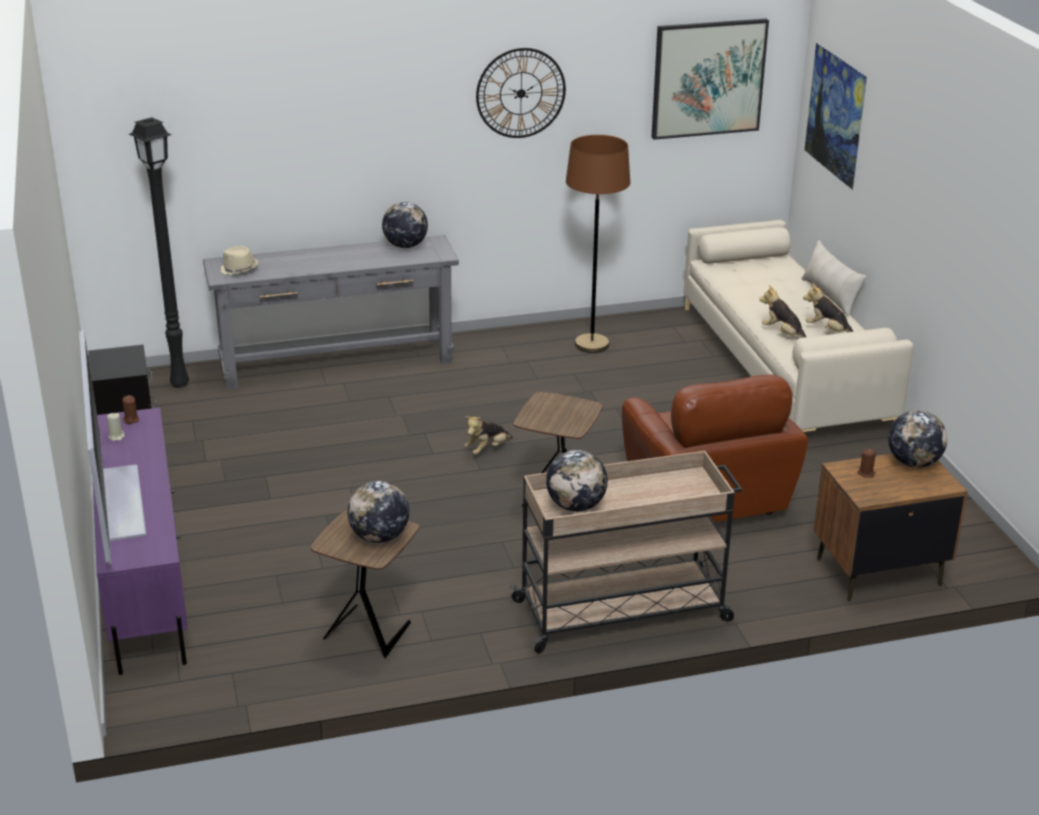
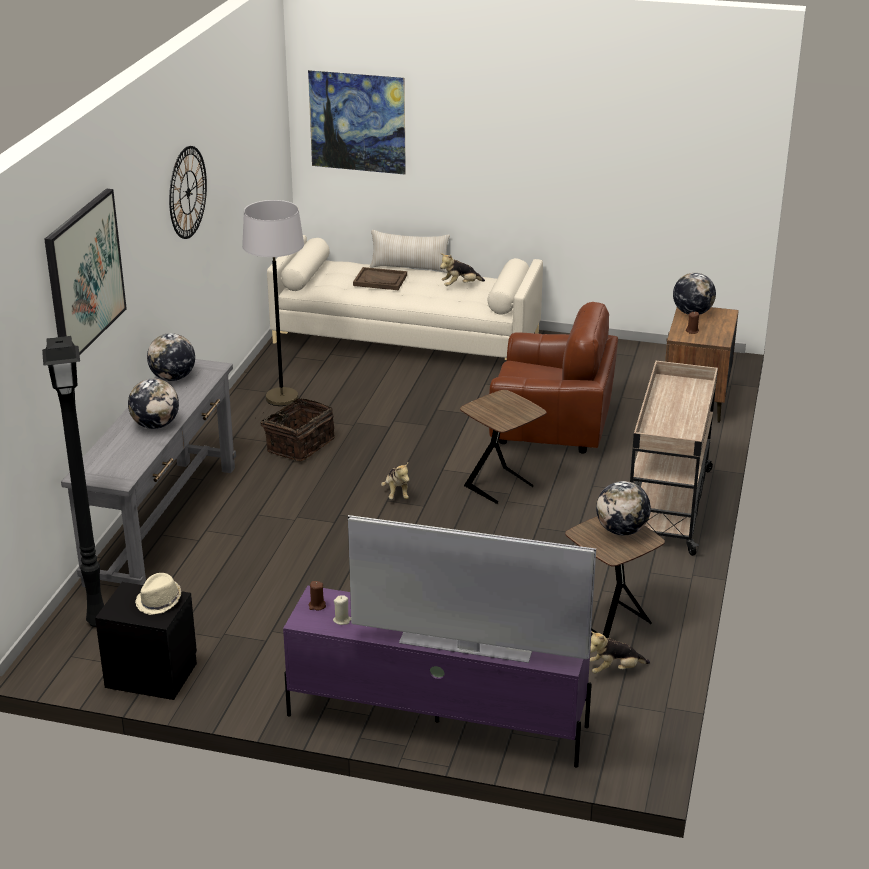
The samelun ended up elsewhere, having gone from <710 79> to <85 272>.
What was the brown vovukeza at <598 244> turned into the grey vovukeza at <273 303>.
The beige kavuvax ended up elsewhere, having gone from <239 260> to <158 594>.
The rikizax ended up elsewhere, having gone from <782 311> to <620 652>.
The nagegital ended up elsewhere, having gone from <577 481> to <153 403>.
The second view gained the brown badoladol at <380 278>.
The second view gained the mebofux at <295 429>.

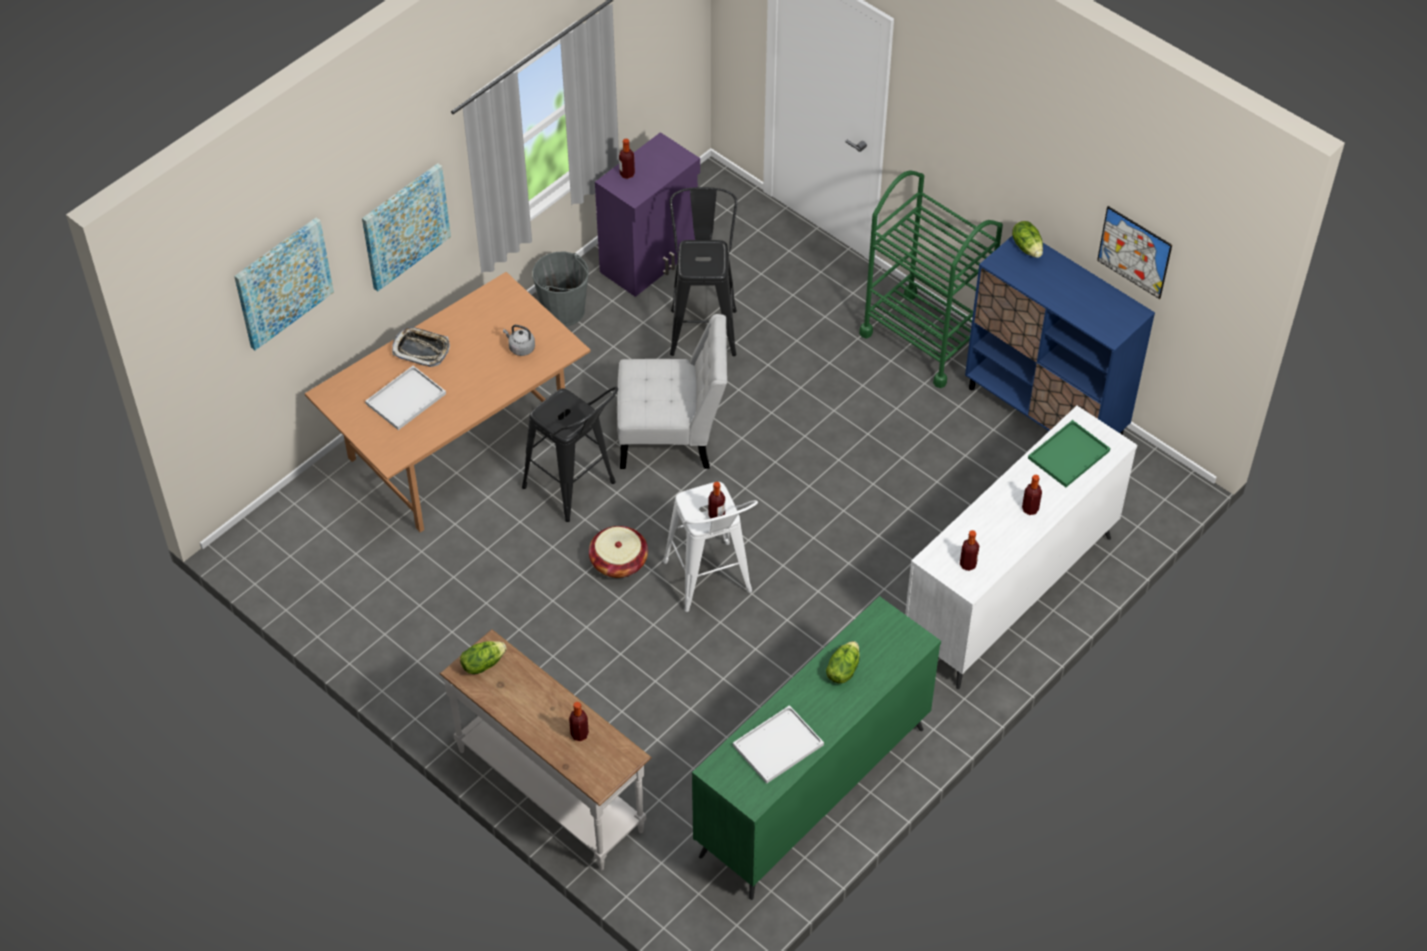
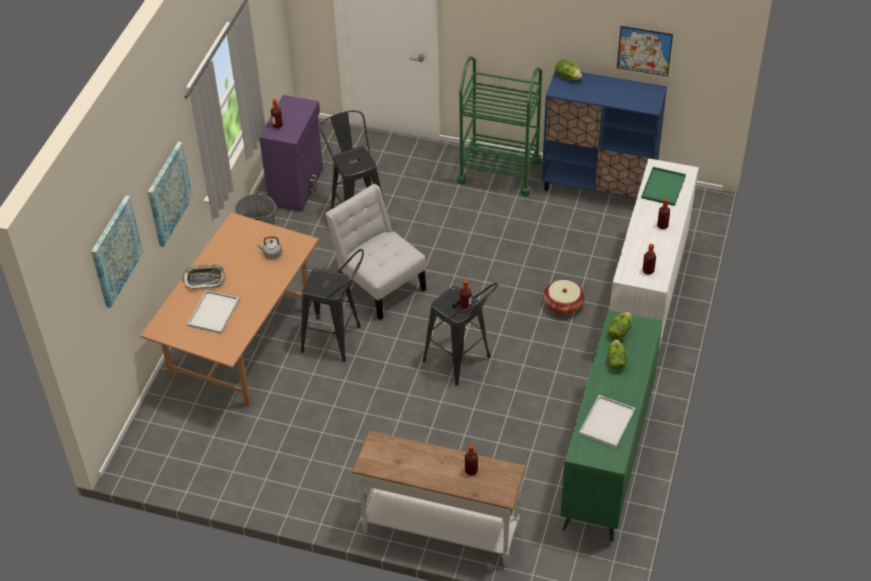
The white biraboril at <672 391> ended up facing another way, 105 degrees counterclockwise from before.
What was the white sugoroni at <710 547> turned into the black sugoroni at <460 334>.
The mebofux ended up elsewhere, having gone from <618 552> to <564 297>.
The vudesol ended up elsewhere, having gone from <483 657> to <620 325>.

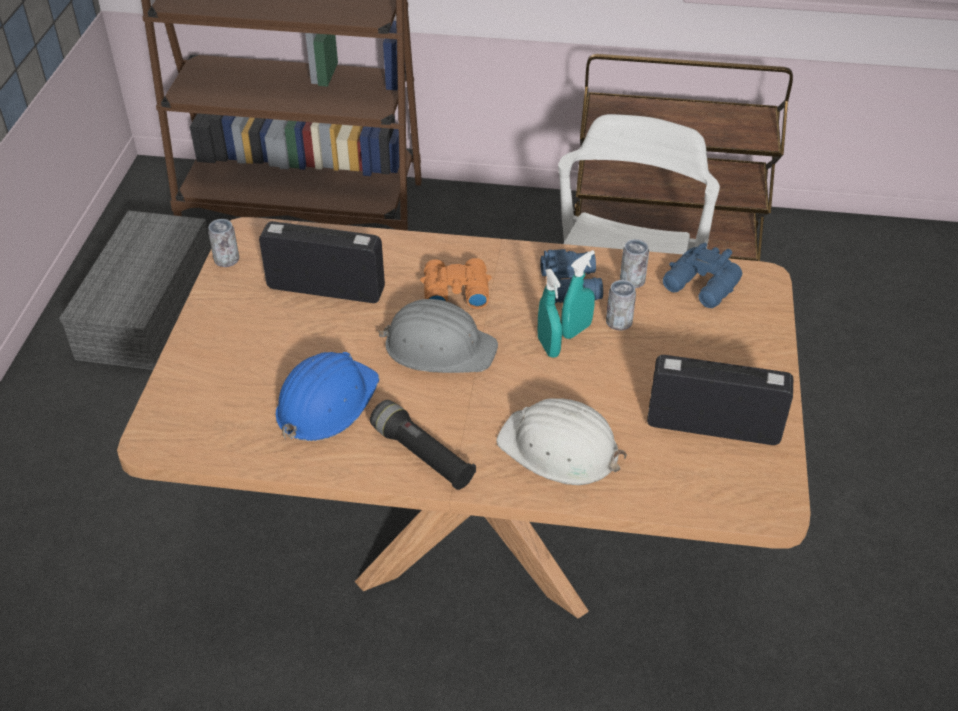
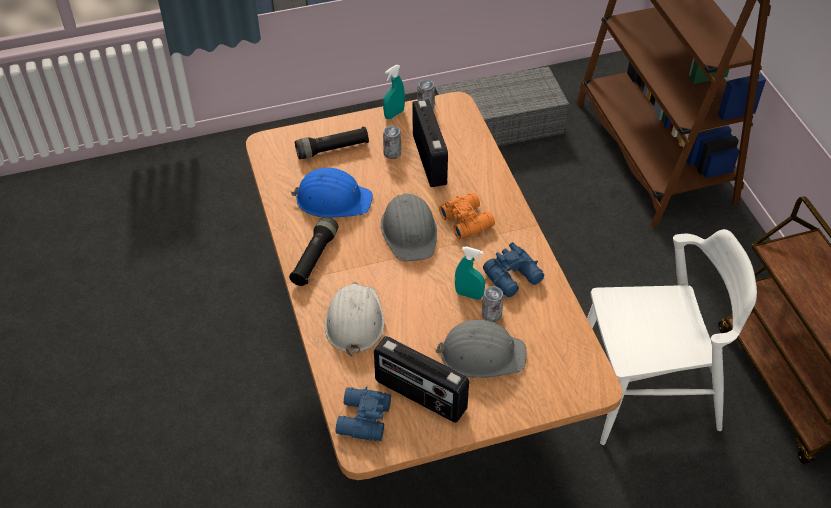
The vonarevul ended up elsewhere, having gone from <634 263> to <392 142>.
The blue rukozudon ended up elsewhere, having gone from <702 275> to <363 413>.
The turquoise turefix ended up elsewhere, having gone from <550 313> to <394 92>.
The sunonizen at <720 400> ended up facing another way, 135 degrees clockwise from before.
The second view gained the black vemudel at <332 143>.
The second view gained the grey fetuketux at <481 349>.

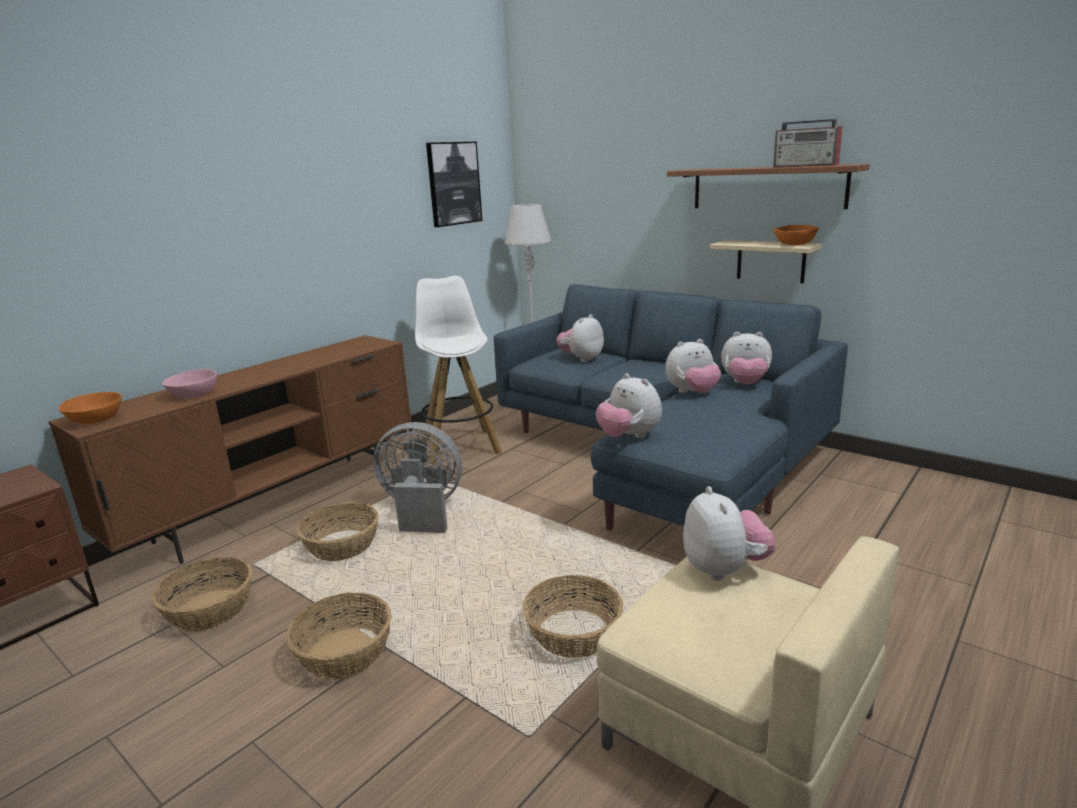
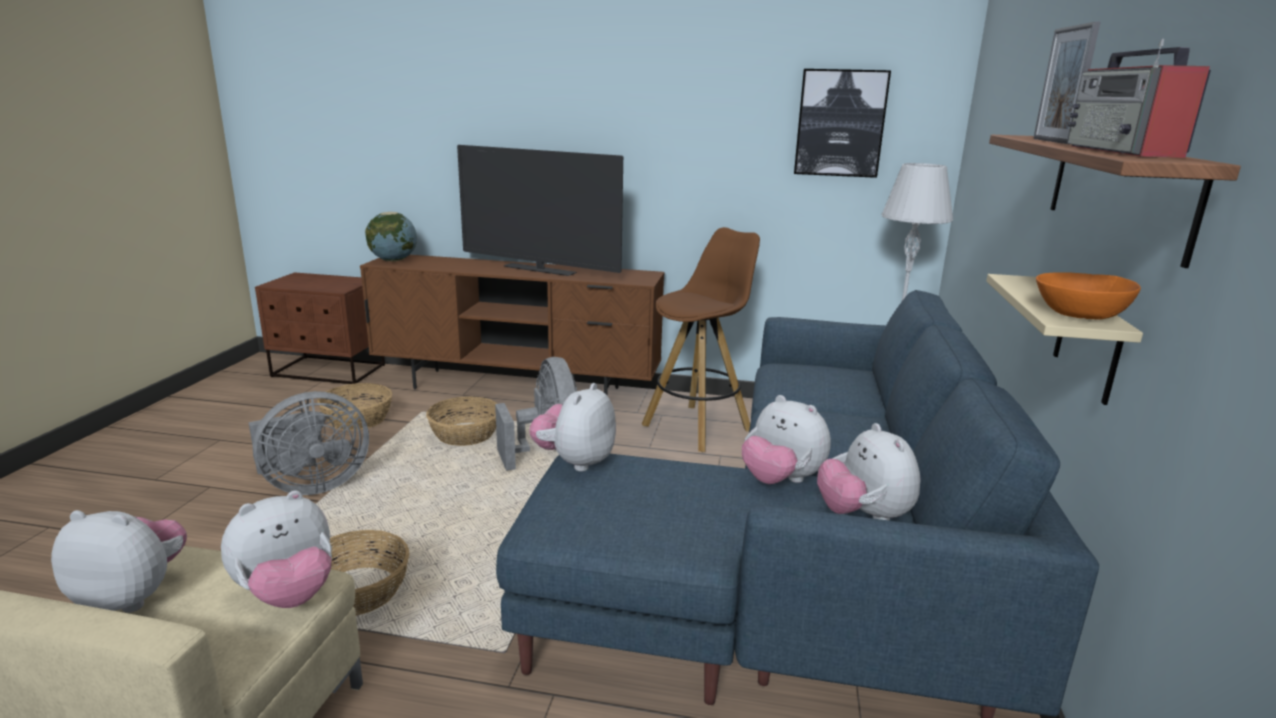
What was the white sugoroni at <458 370> turned into the brown sugoroni at <701 339>.
The rikizax ended up elsewhere, having gone from <580 338> to <119 561>.
The second view lost the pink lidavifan at <189 383>.
Where the orange lidavifan stood at <90 408>, the nagegital came to stand at <391 237>.
Where the mebofux stood at <339 636>, the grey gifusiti came to stand at <309 443>.
The second view gained the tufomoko at <1066 83>.
The second view gained the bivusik at <540 210>.

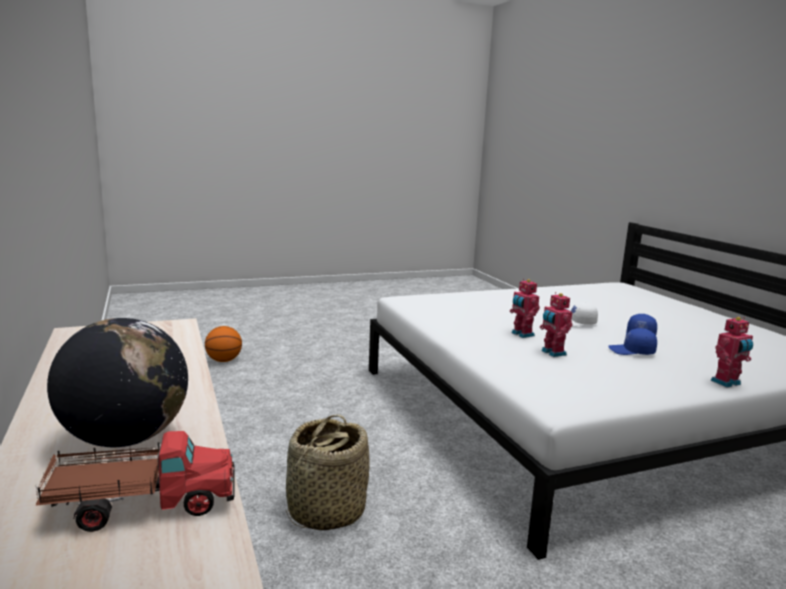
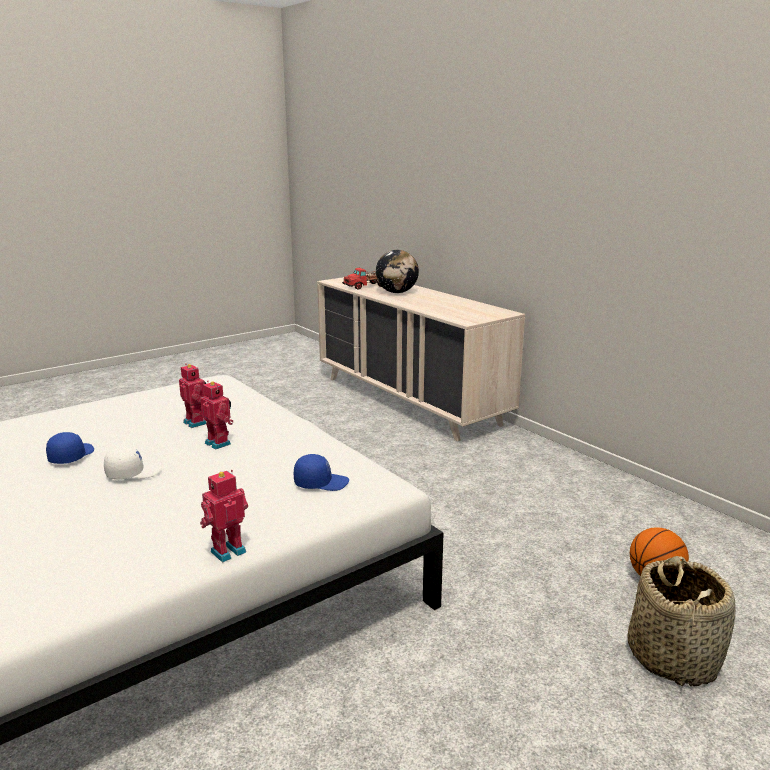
The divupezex ended up elsewhere, having gone from <731 352> to <224 516>.
The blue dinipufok ended up elsewhere, having gone from <632 341> to <321 472>.
The mebofux ended up elsewhere, having gone from <327 472> to <681 621>.

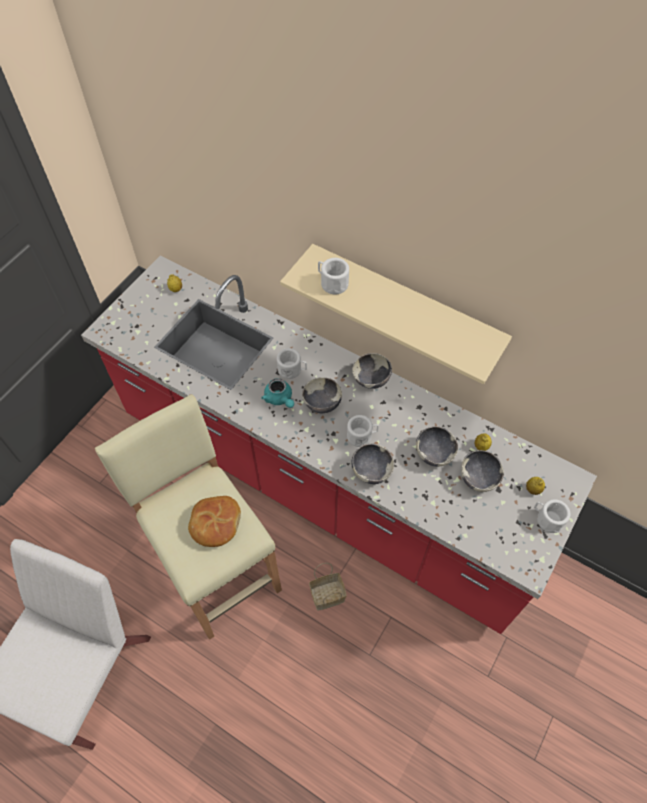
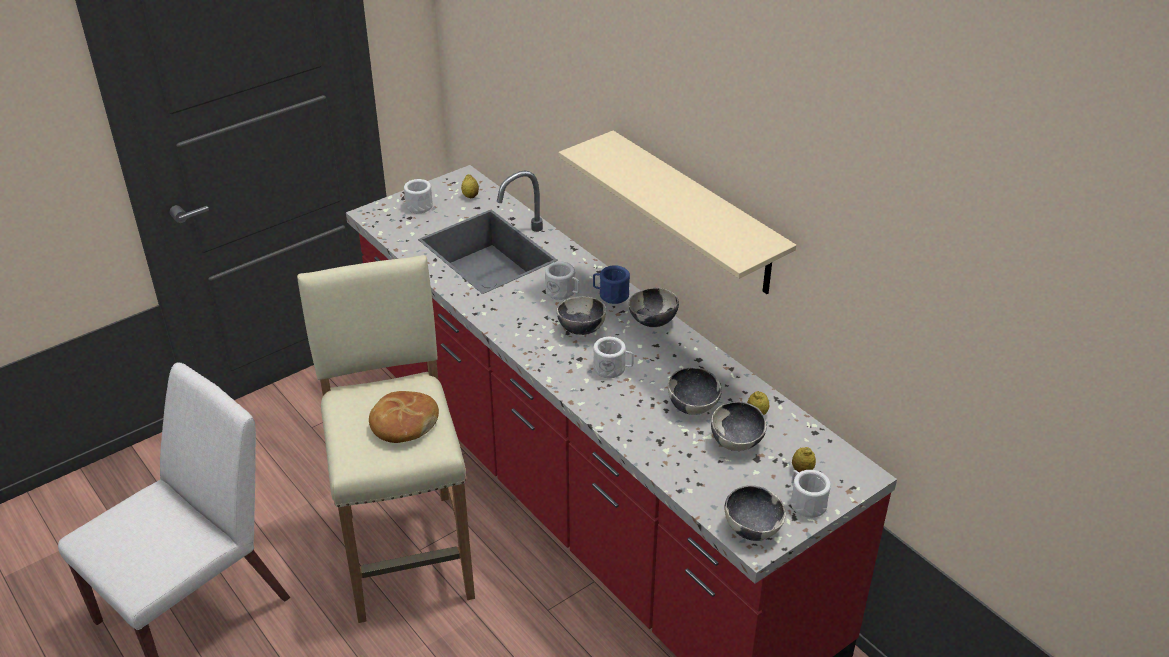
The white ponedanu ended up elsewhere, having gone from <333 276> to <418 196>.
The second view lost the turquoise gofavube at <277 393>.
The lidavifan ended up elsewhere, having gone from <372 463> to <755 513>.
The second view lost the mebofux at <328 587>.
The second view gained the blue ponedanu at <611 284>.

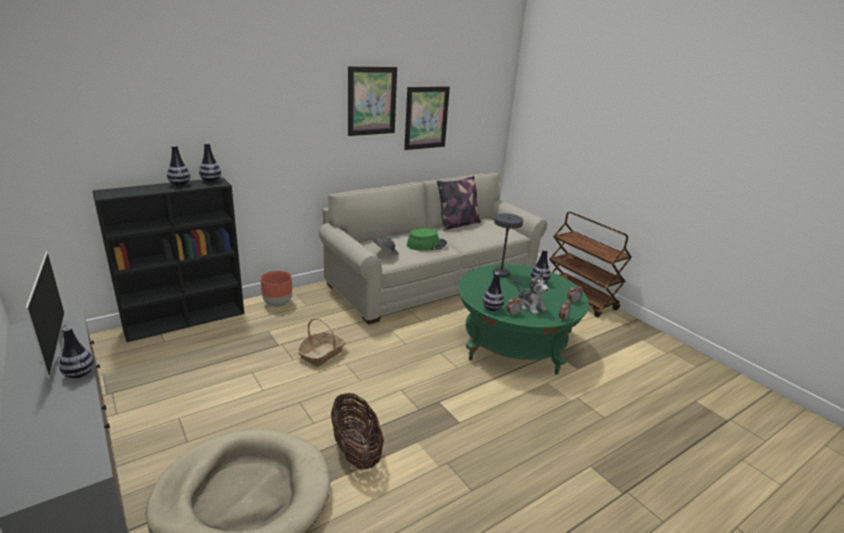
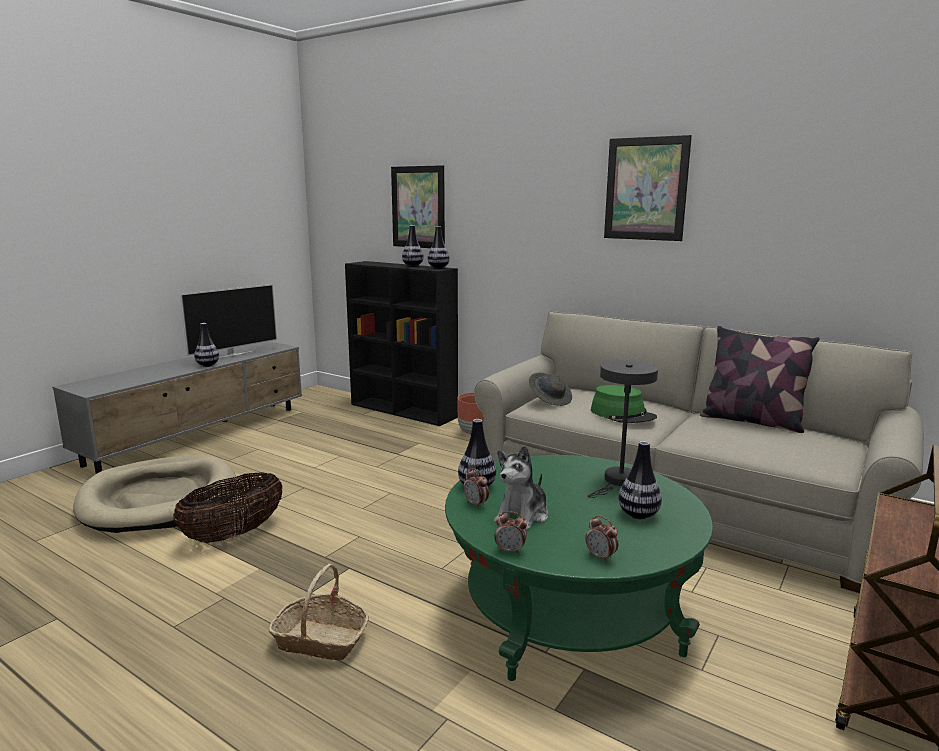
The samelun ended up elsewhere, having gone from <427 118> to <418 206>.
The mebofux ended up elsewhere, having gone from <321 342> to <318 612>.

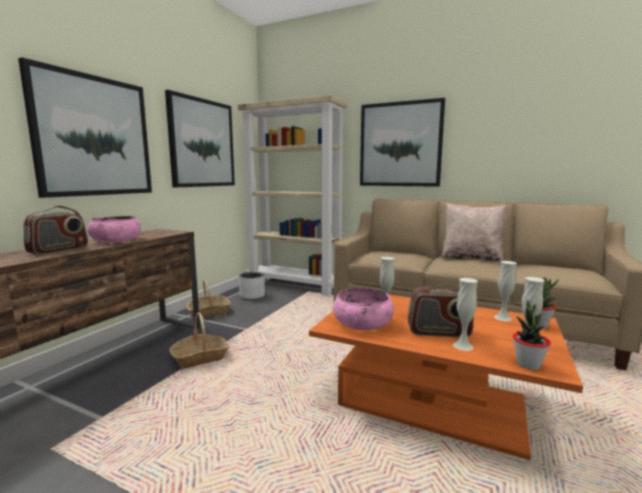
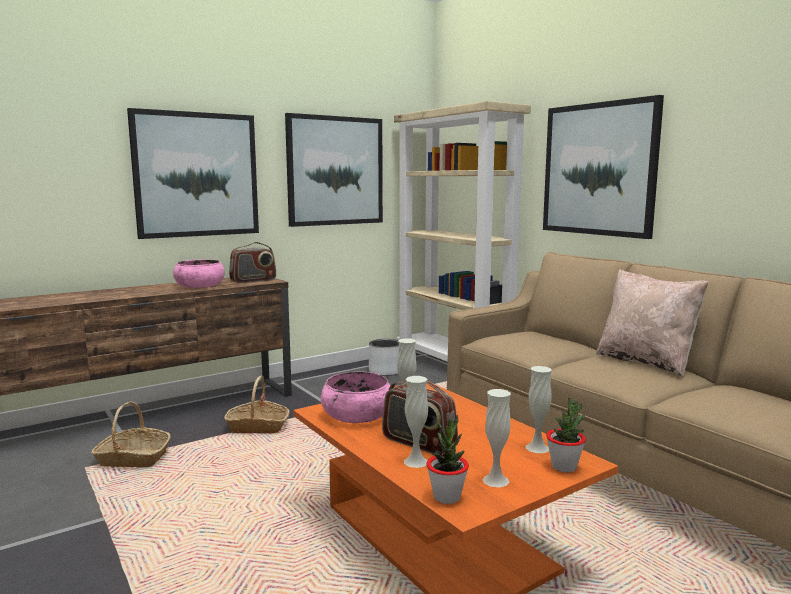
The sunonizen ended up elsewhere, having gone from <56 230> to <252 262>.
The mebofux ended up elsewhere, having gone from <208 298> to <130 434>.

